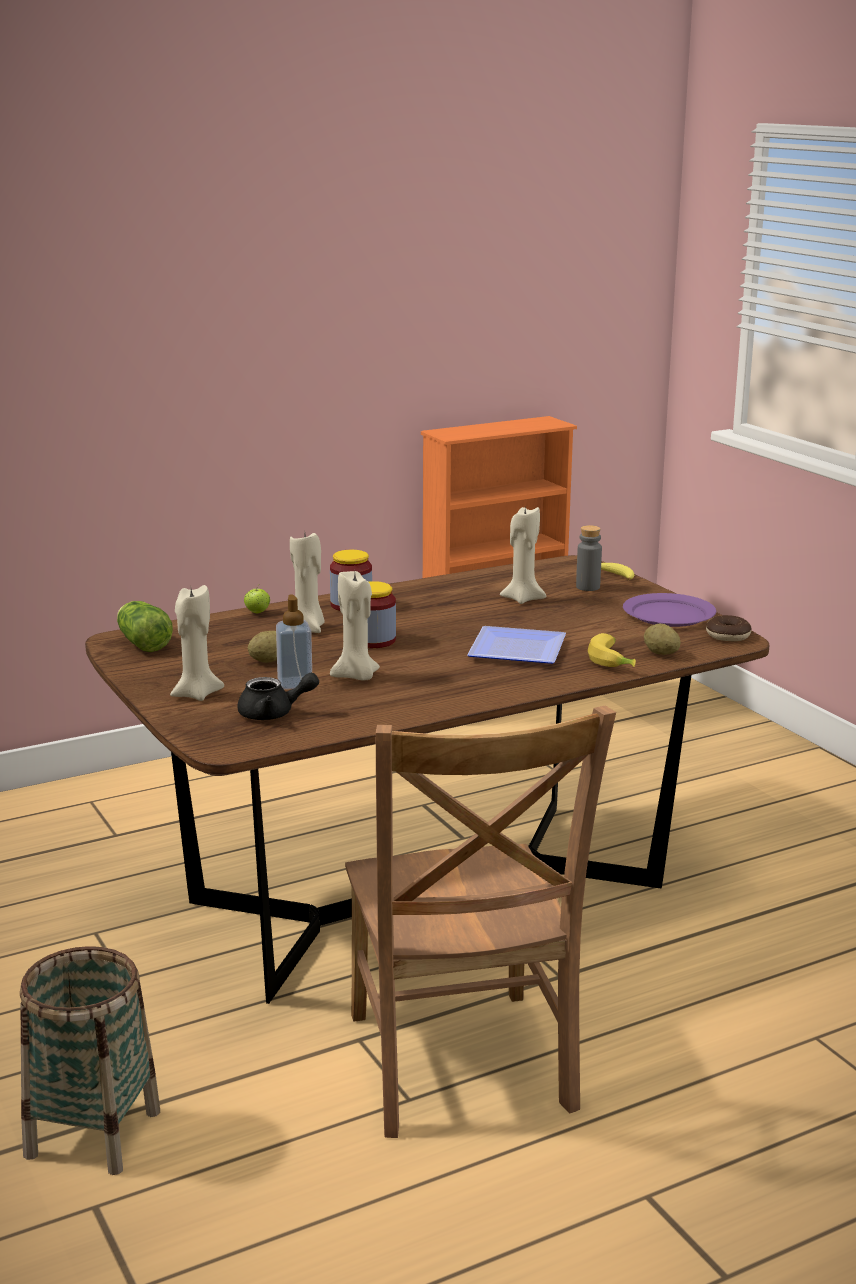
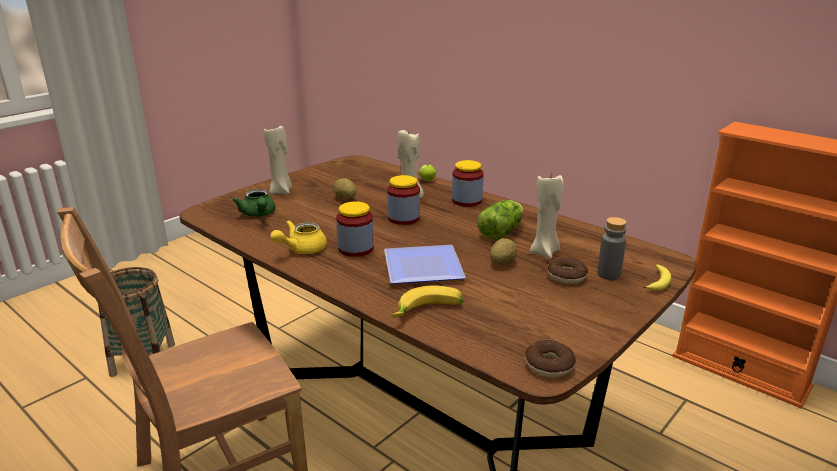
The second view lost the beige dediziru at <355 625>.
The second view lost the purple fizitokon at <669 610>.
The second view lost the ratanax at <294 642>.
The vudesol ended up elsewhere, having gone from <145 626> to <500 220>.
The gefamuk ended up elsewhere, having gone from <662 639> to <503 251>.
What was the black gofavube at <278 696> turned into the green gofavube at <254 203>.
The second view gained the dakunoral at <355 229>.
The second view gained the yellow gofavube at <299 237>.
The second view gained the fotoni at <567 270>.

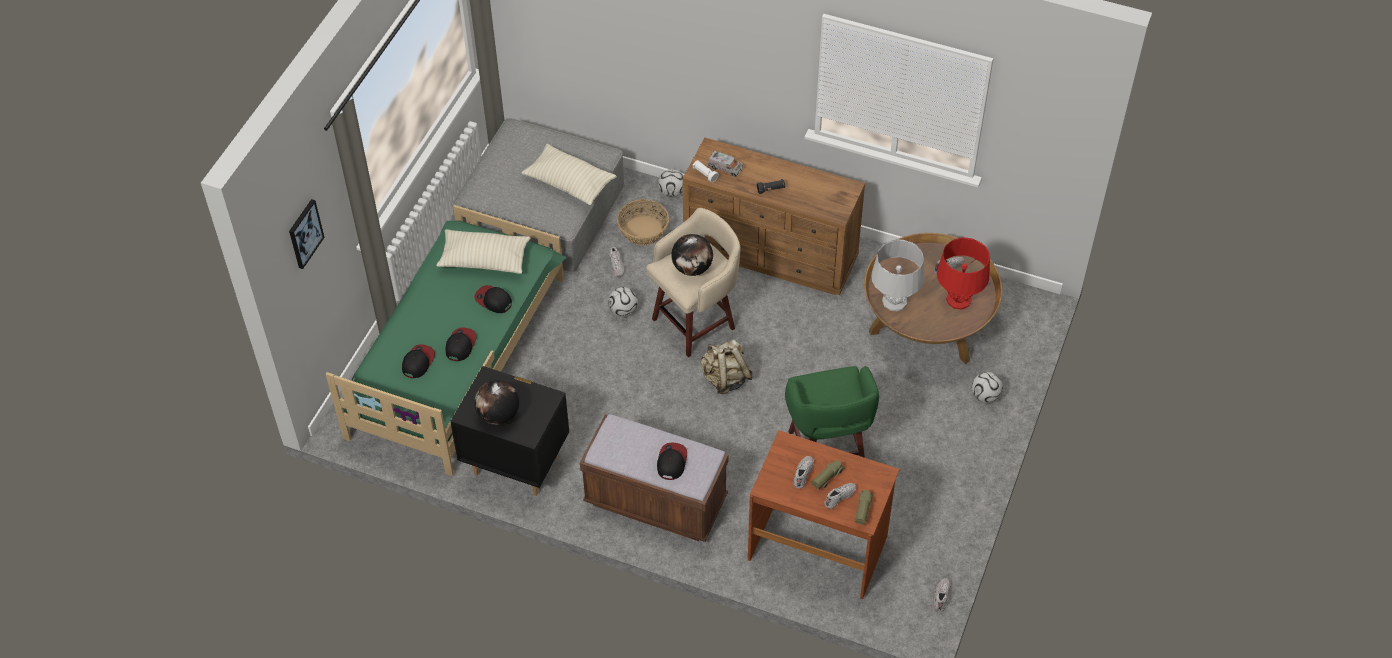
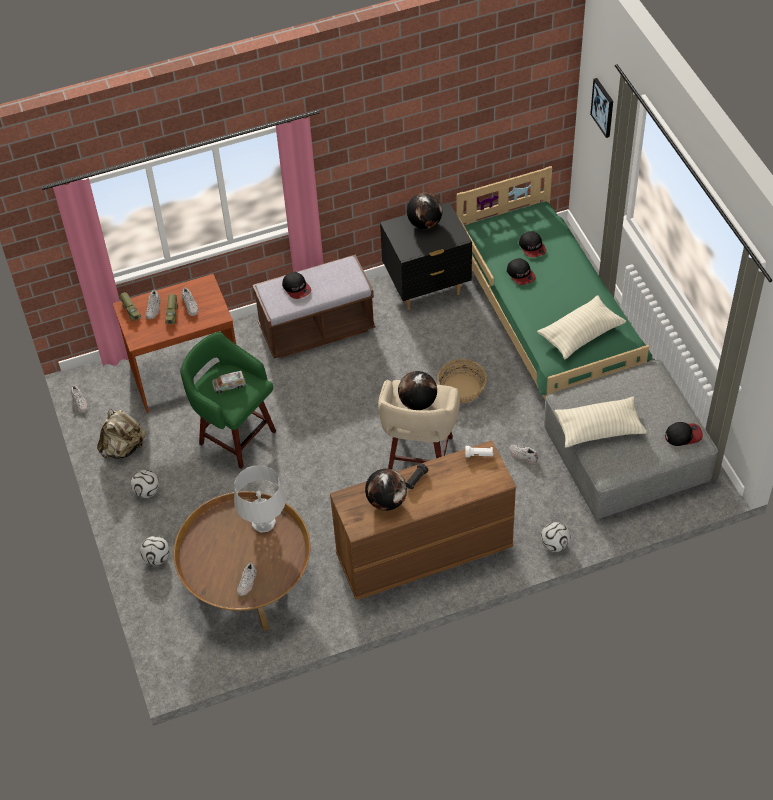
The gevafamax ended up elsewhere, having gone from <725 164> to <229 382>.
The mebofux ended up elsewhere, having gone from <643 222> to <462 381>.
The second view lost the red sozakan at <963 273>.
The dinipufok ended up elsewhere, having gone from <493 299> to <684 434>.
The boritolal ended up elsewhere, having gone from <623 302> to <145 484>.
The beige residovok ended up elsewhere, having gone from <726 367> to <121 434>.
The second view gained the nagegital at <386 489>.

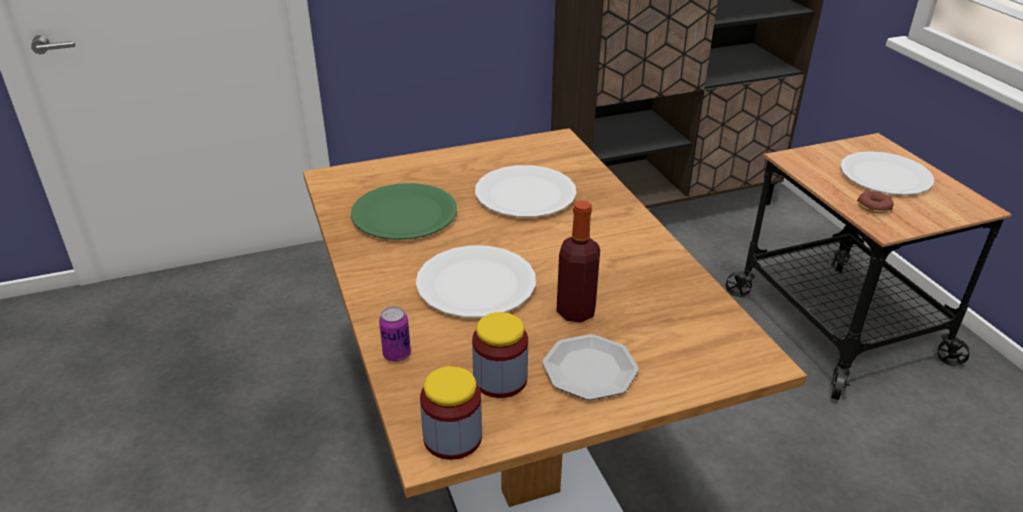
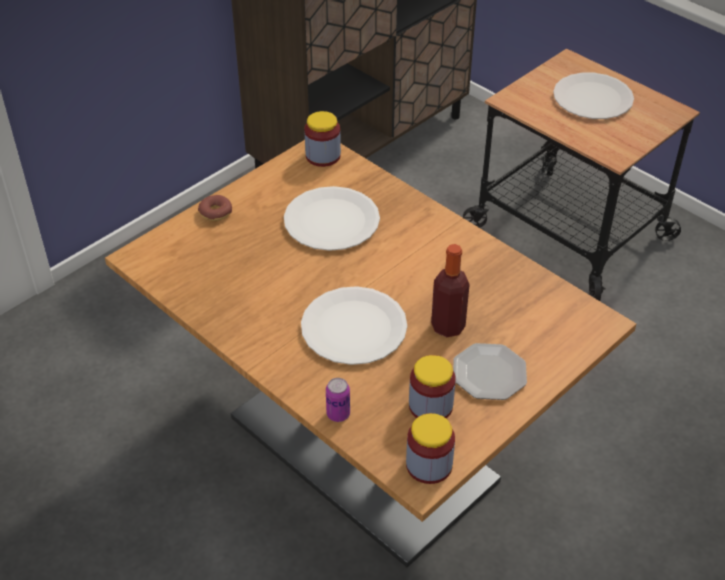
The second view lost the green fizitokon at <404 211>.
The fotoni ended up elsewhere, having gone from <875 202> to <215 208>.
The second view gained the dakunoral at <322 139>.

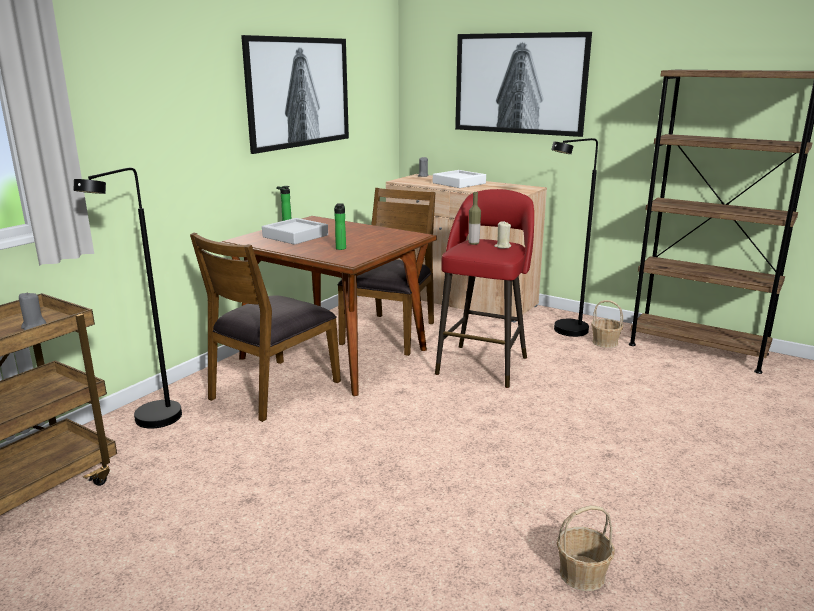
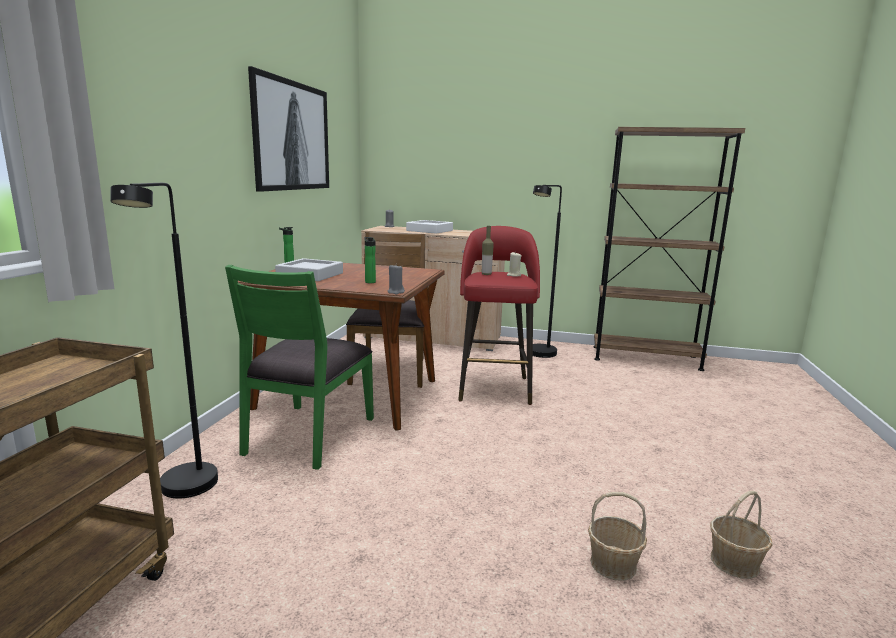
The second view lost the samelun at <523 84>.
What was the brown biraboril at <265 327> turned into the green biraboril at <299 367>.
The grey dediziru ended up elsewhere, having gone from <32 311> to <396 279>.
The mebofux ended up elsewhere, having gone from <607 324> to <617 536>.

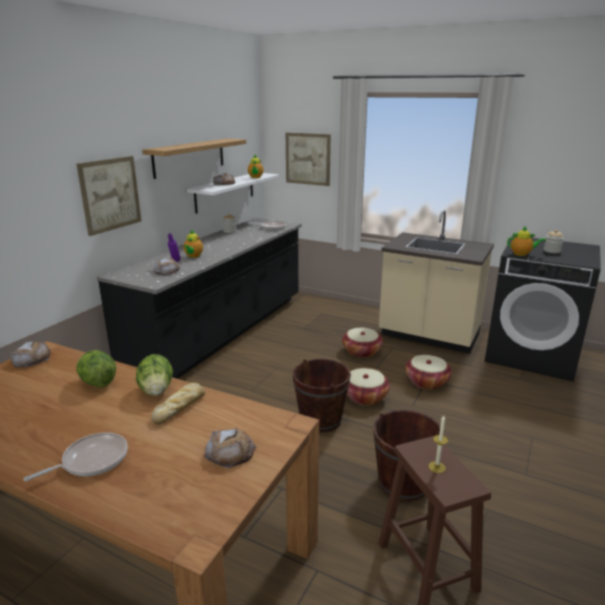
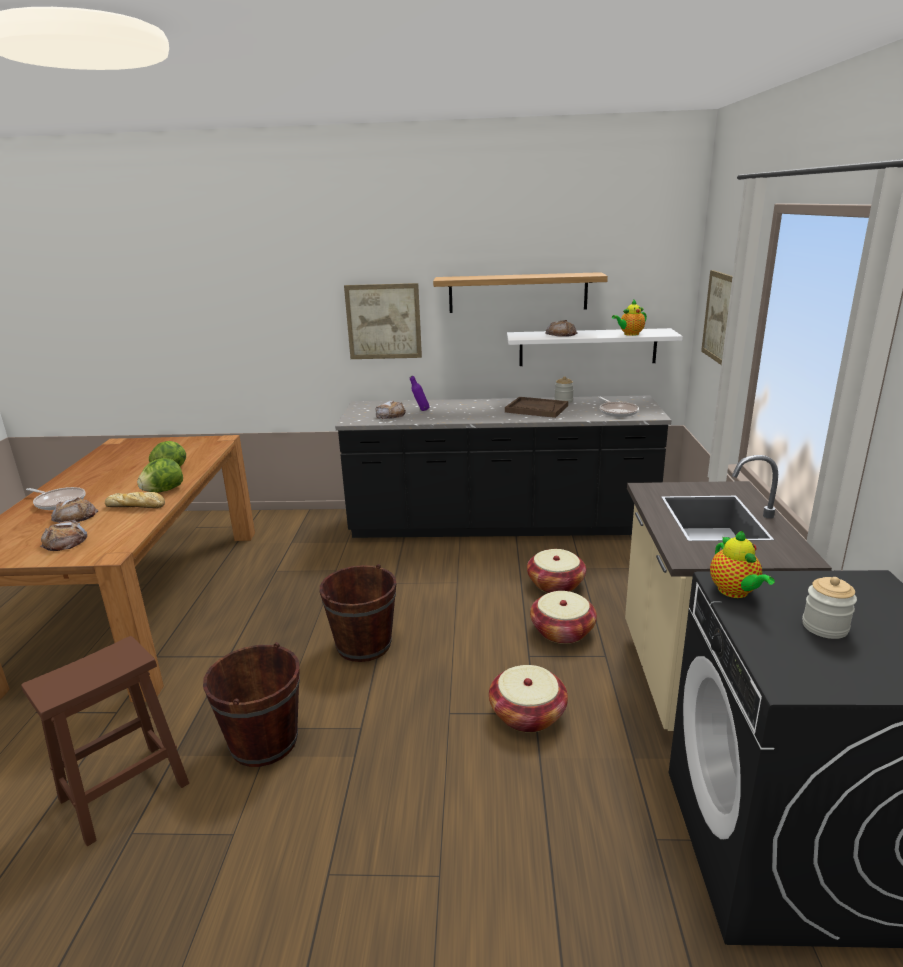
The second view lost the gofavube at <193 243>.
The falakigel ended up elsewhere, having gone from <31 354> to <74 510>.
The mebofux ended up elsewhere, having gone from <368 387> to <556 571>.
The second view lost the dediziru at <438 444>.
The second view gained the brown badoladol at <536 407>.

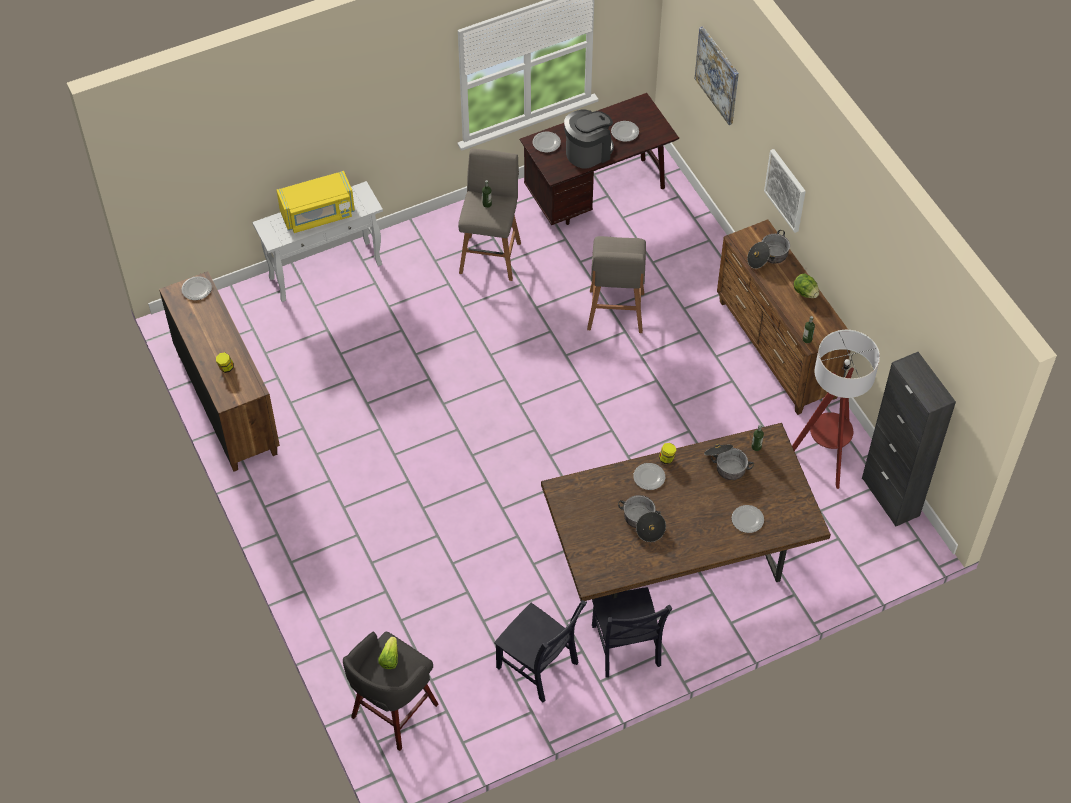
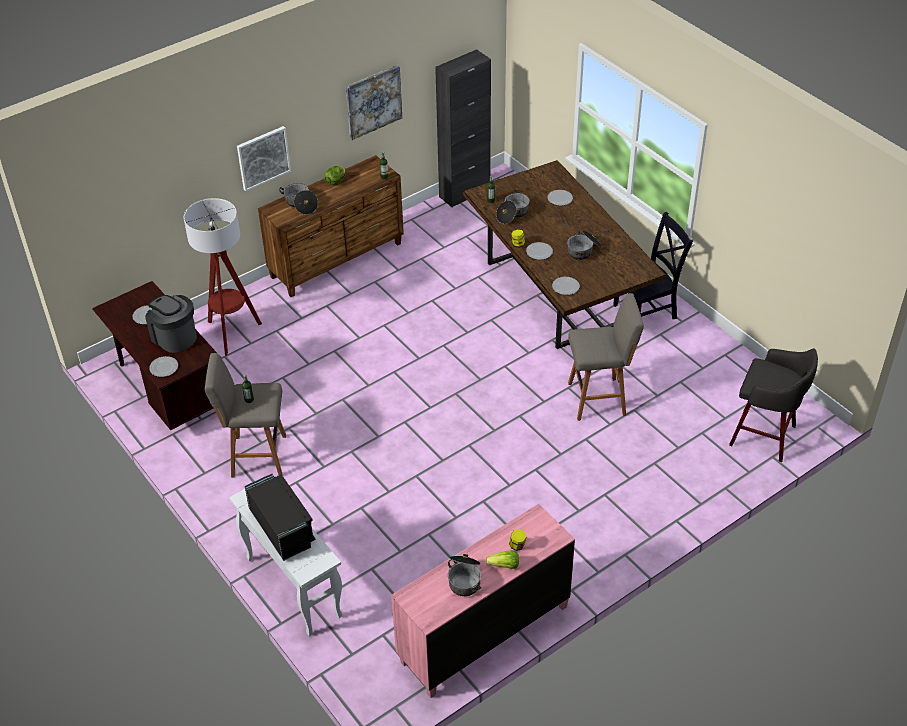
The samelun ended up elsewhere, having gone from <717 76> to <374 102>.
What was the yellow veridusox at <315 202> turned into the black veridusox at <280 517>.
The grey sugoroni ended up elsewhere, having gone from <616 284> to <606 357>.
What was the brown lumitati at <219 371> turned into the pink lumitati at <483 601>.
The fizitokon ended up elsewhere, having gone from <197 288> to <566 286>.
The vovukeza ended up elsewhere, having gone from <836 409> to <223 276>.
The second view lost the black biraboril at <540 651>.
The vudesol ended up elsewhere, having gone from <388 653> to <502 559>.
The second view gained the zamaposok at <464 575>.

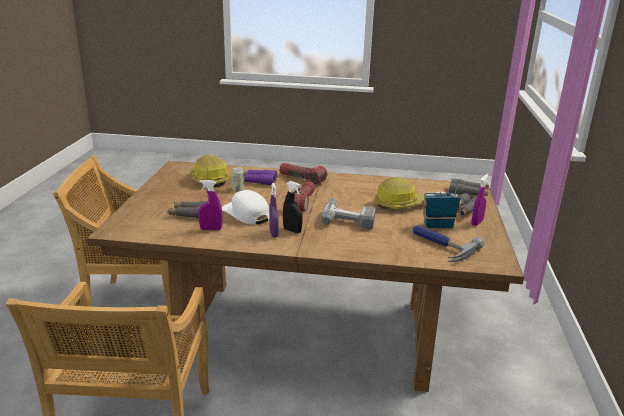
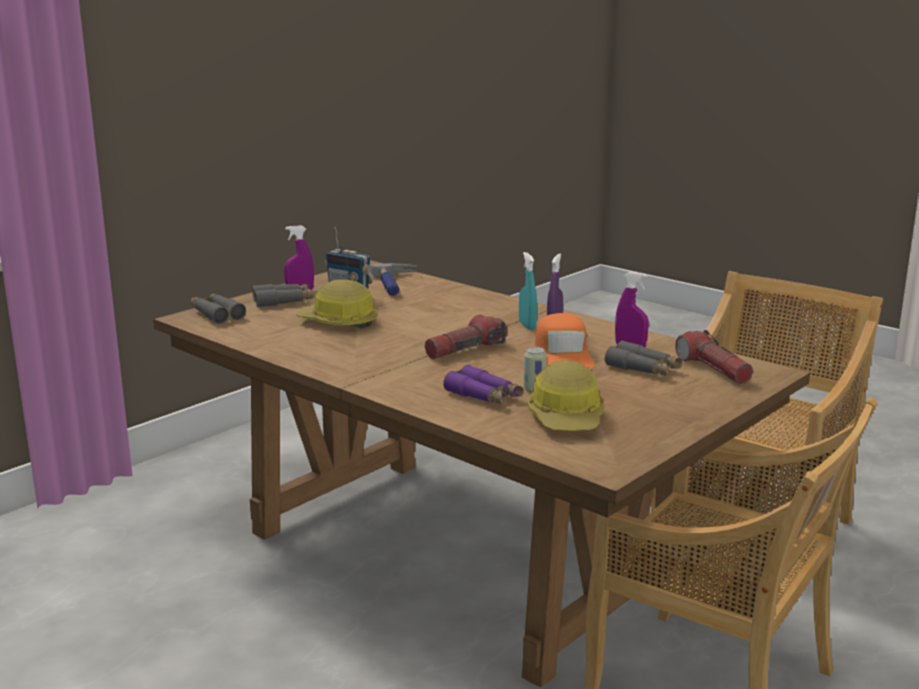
The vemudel ended up elsewhere, having gone from <303 174> to <714 357>.
What was the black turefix at <293 207> turned into the turquoise turefix at <528 291>.
What was the white dinipufok at <245 207> turned into the orange dinipufok at <565 340>.
The second view lost the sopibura at <348 213>.

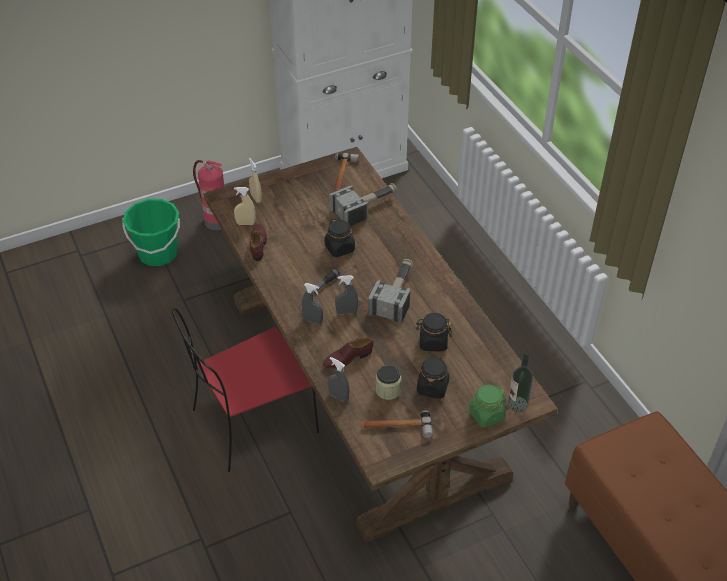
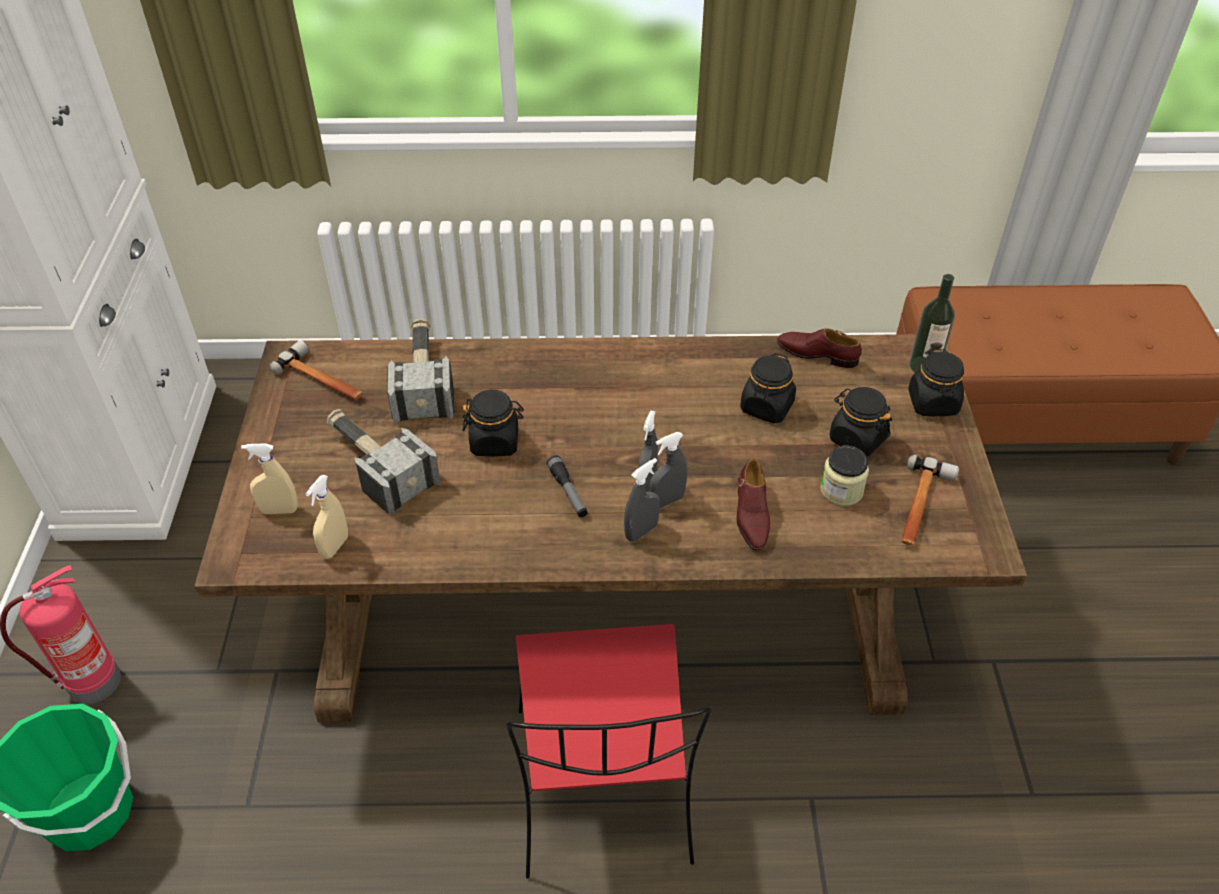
The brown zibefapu ended up elsewhere, having gone from <258 242> to <819 348>.
The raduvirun ended up elsewhere, having gone from <390 291> to <383 462>.
The grey turefix ended up elsewhere, having gone from <339 379> to <668 470>.
What was the green dakunoral at <487 406> turned into the black dakunoral at <936 382>.

